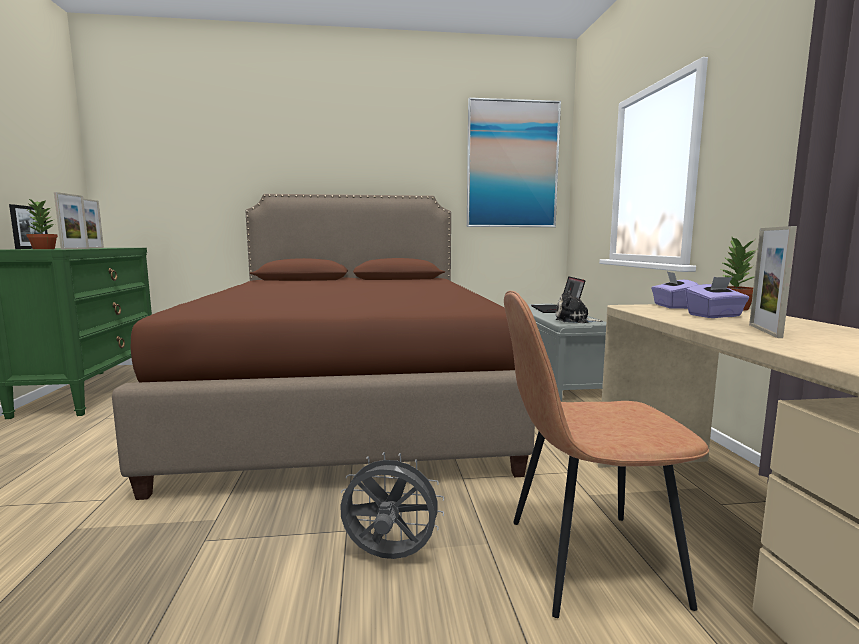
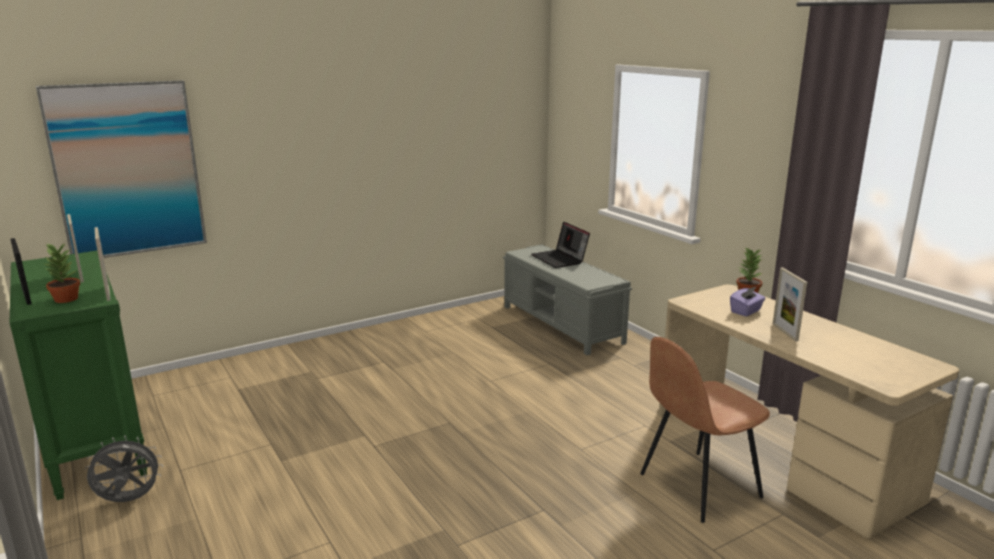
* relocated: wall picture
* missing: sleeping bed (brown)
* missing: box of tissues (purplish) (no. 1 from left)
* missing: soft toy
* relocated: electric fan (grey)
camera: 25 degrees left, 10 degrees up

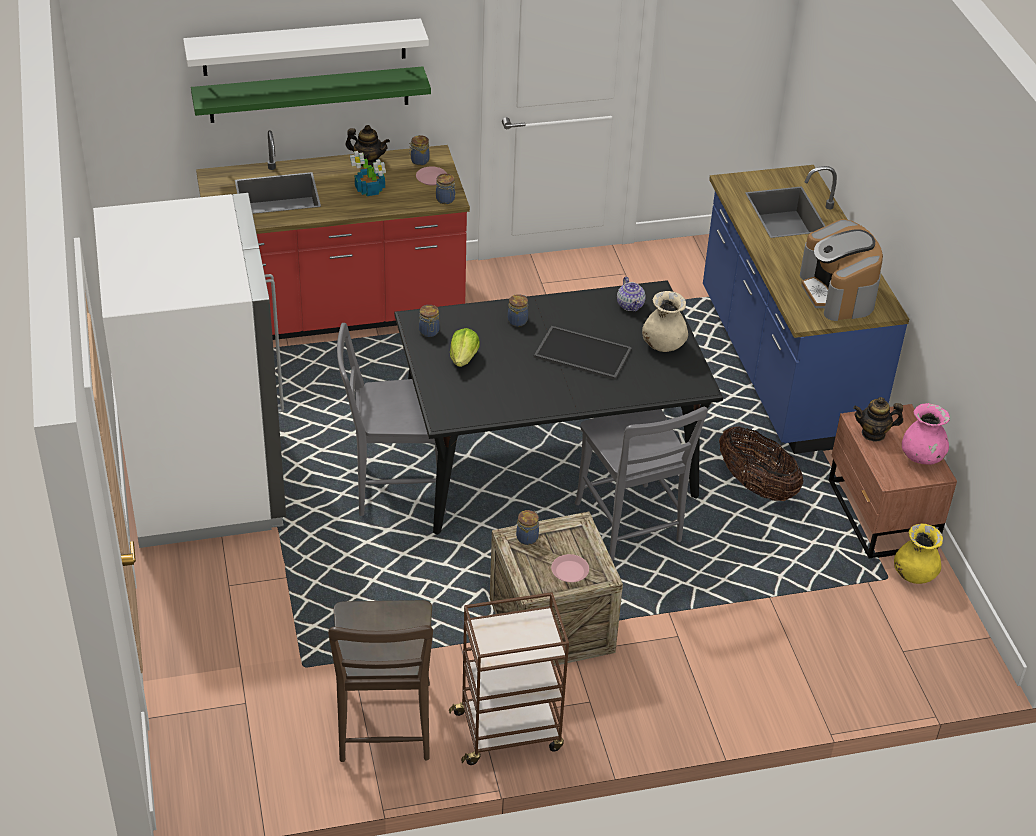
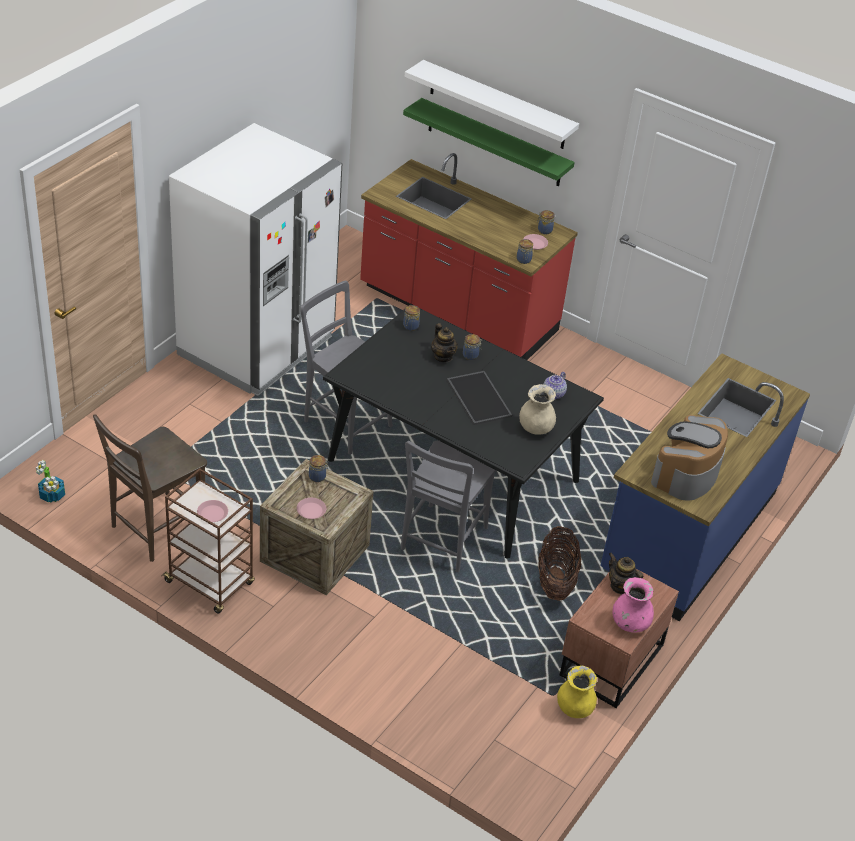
* relocated: pot for tea (no. 1 from left)
* relocated: plant in a pot
* missing: lettuce head
* appeared: dinner plate (pinkish) (no. 1 from left)
camera: 45 degrees right, 0 degrees up

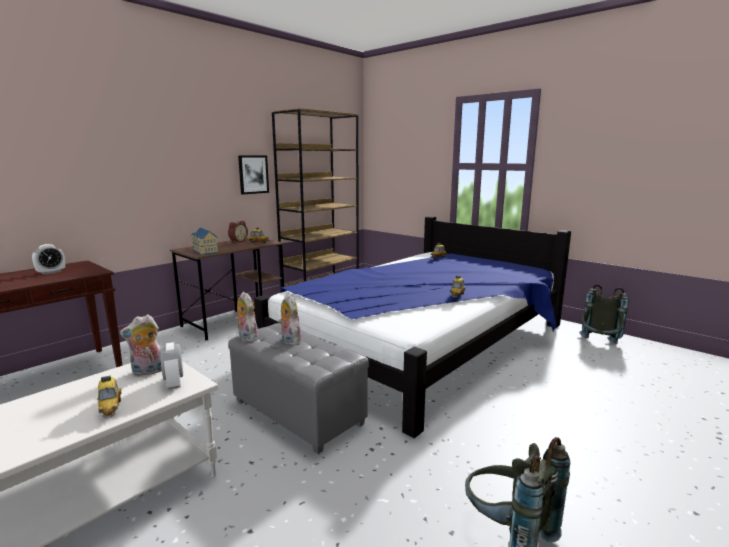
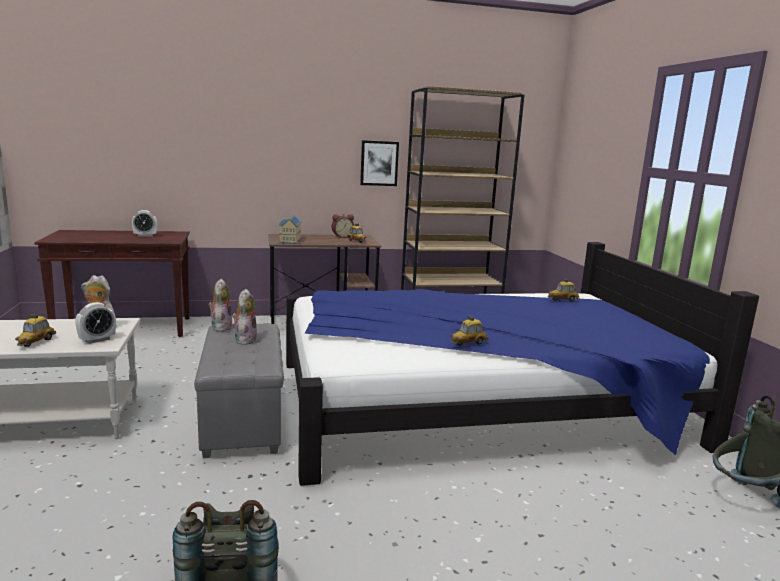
* spun: alarm clock (no. 2 from left in the first image) 150 degrees counterclockwise
camera: 35 degrees right, 0 degrees up

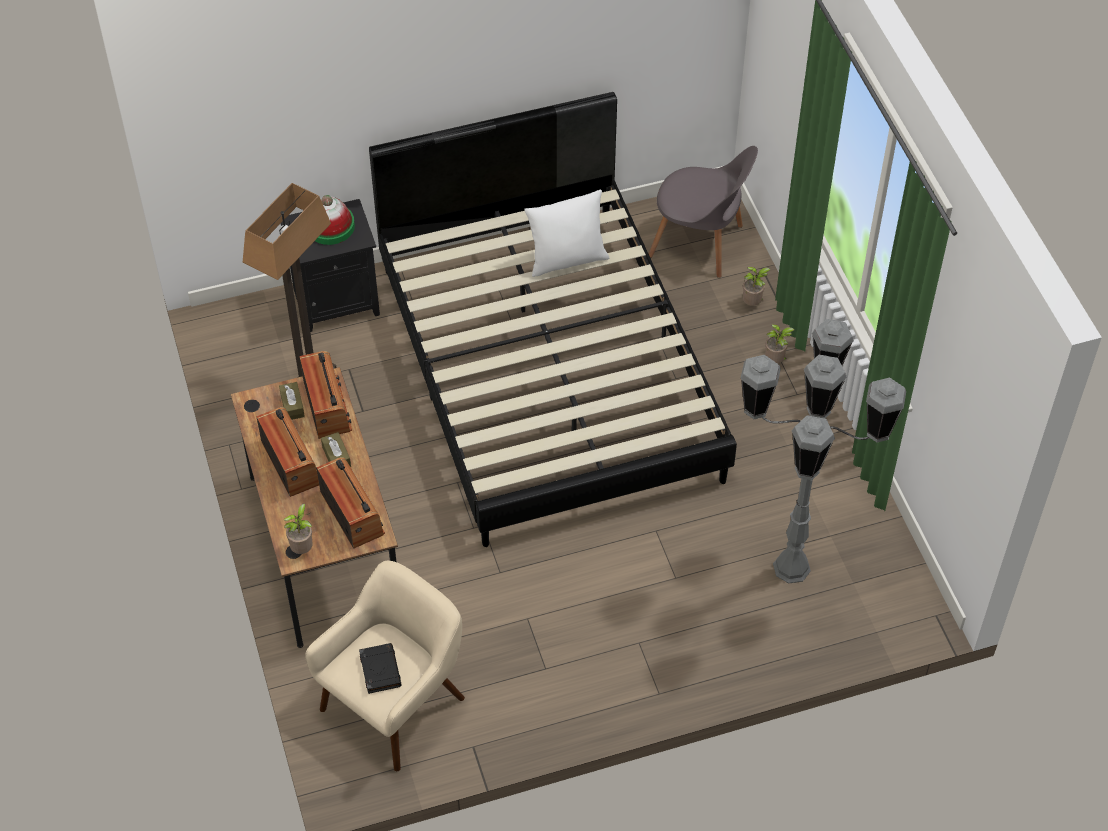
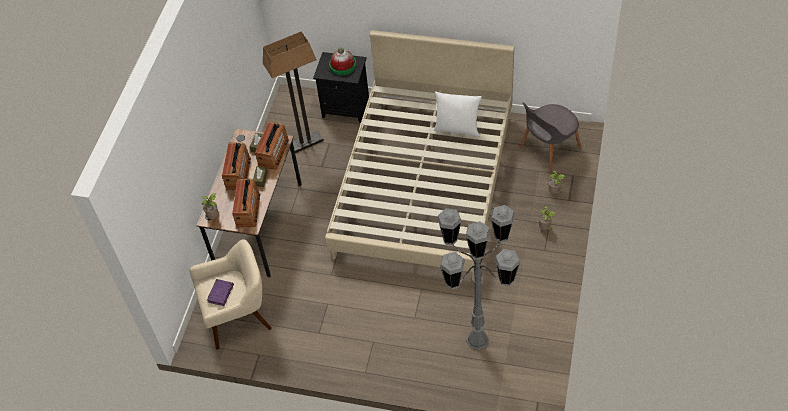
* colour: sleeping bed (black) to sleeping bed (beige-coloured)
* spun: upright chair (grey) 90 degrees clockwise
* colour: volume (black) to volume (purplish)
camera: 35 degrees right, 0 degrees up

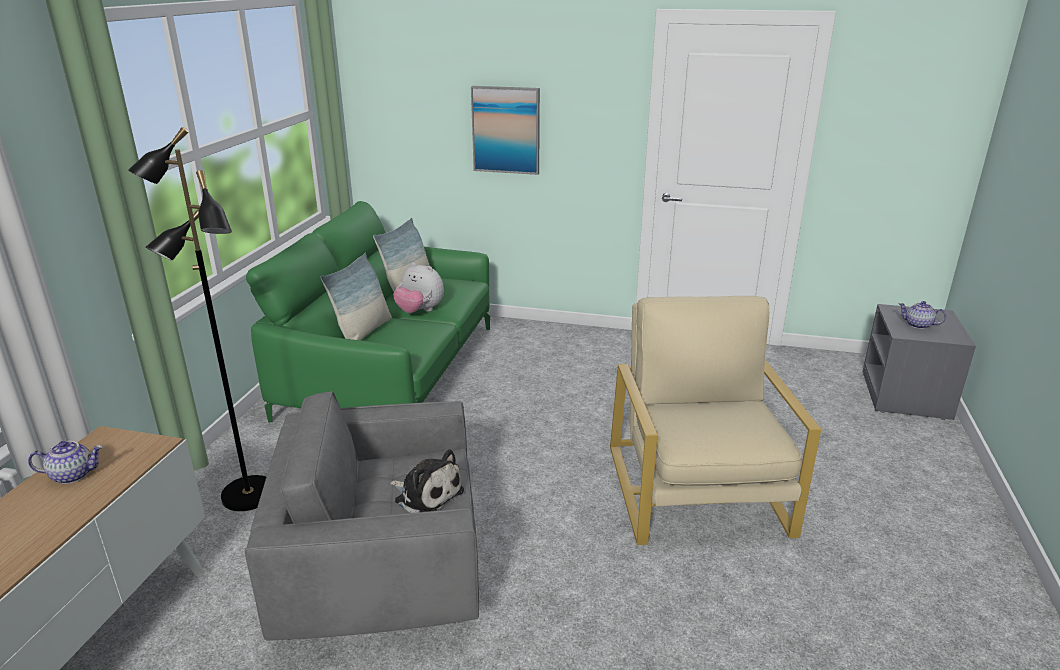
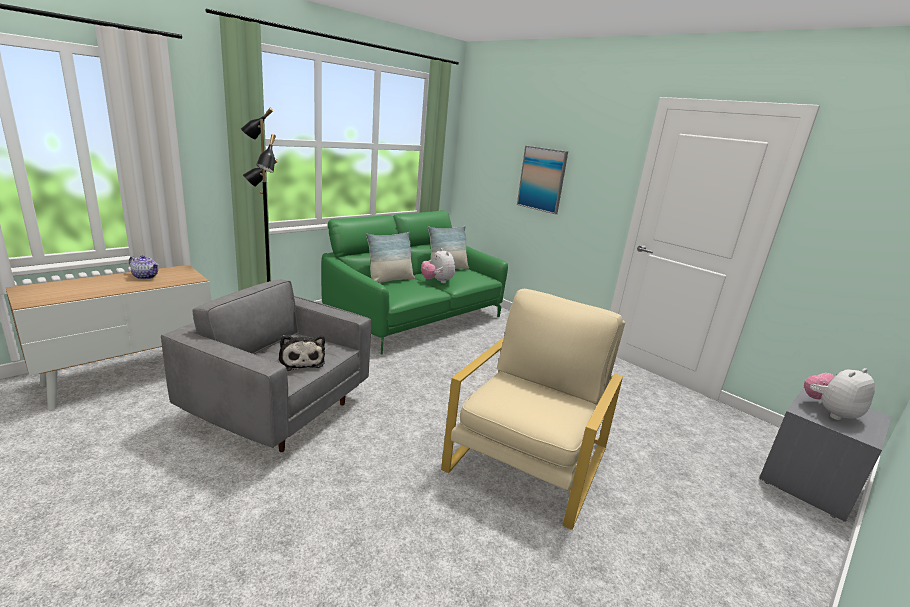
* exchanged: pot for tea (no. 2 from left) to soft toy (no. 3 from left)
camera: 30 degrees right, 5 degrees down

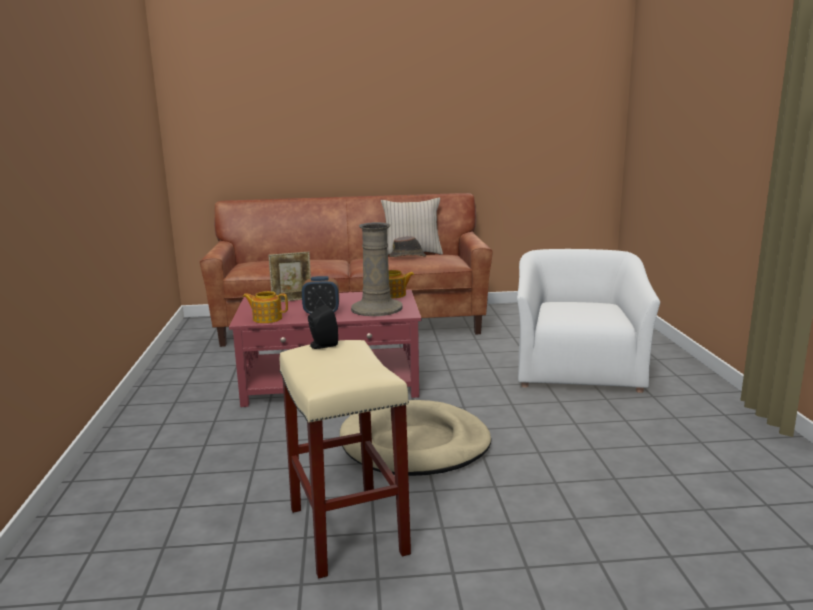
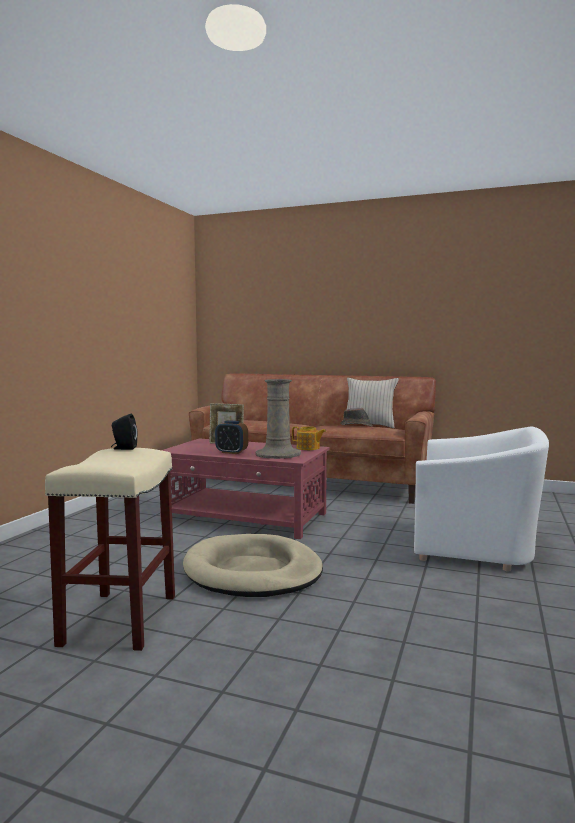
* spun: easy chair (white) 75 degrees clockwise
* missing: pot for tea (no. 1 from left)
camera: 25 degrees right, 10 degrees down

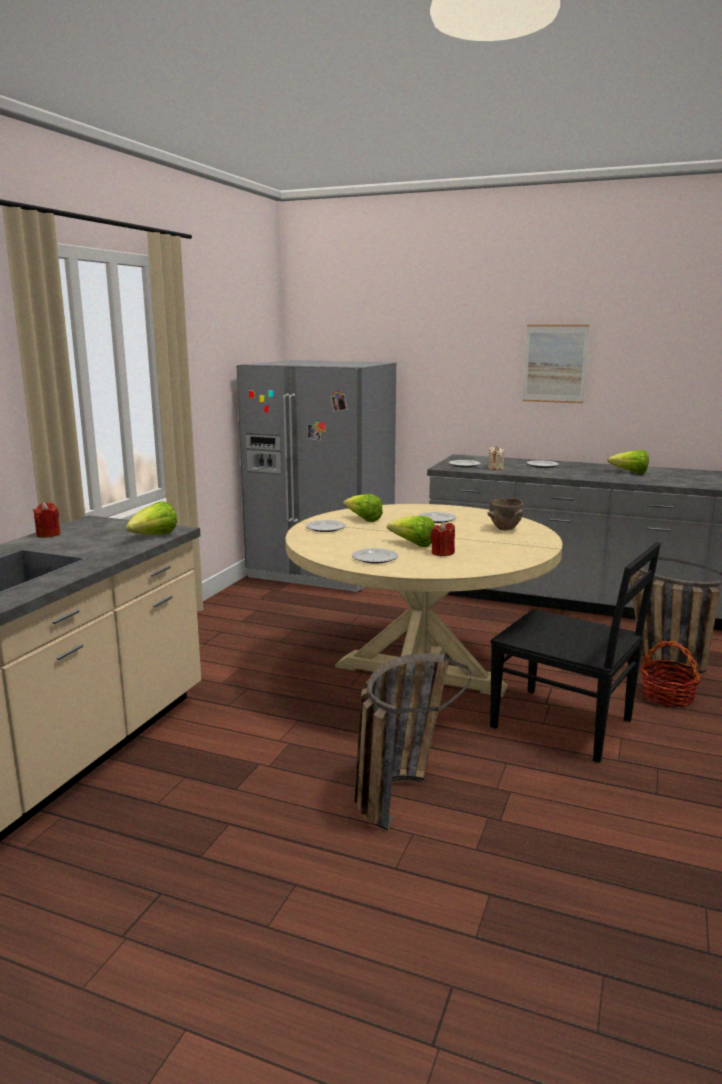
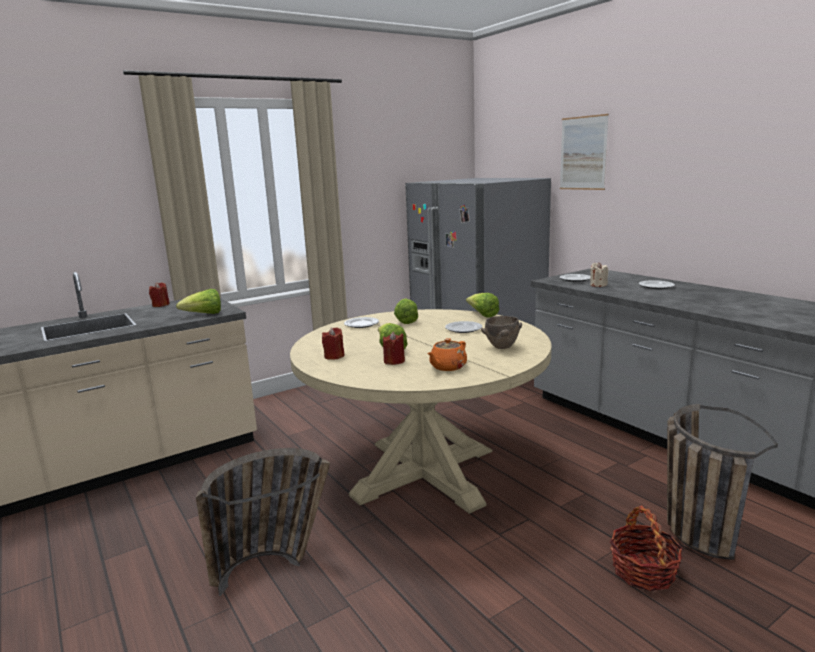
* relocated: wall picture
* relocated: lettuce head (no. 4 from left)
* missing: upright chair (black)
* exchanged: dinner plate (no. 2 from left) to wax candle (reddish) (no. 2 from left)
* appeared: pot for tea (orange)
camera: 35 degrees right, 0 degrees up

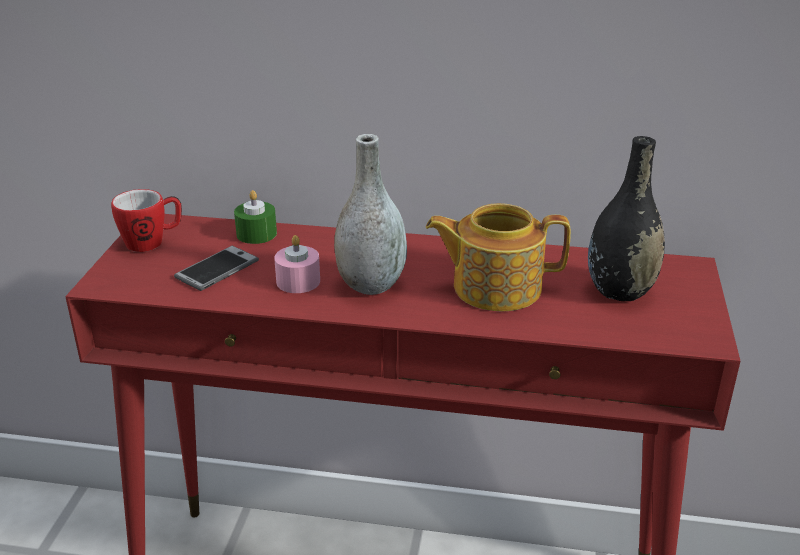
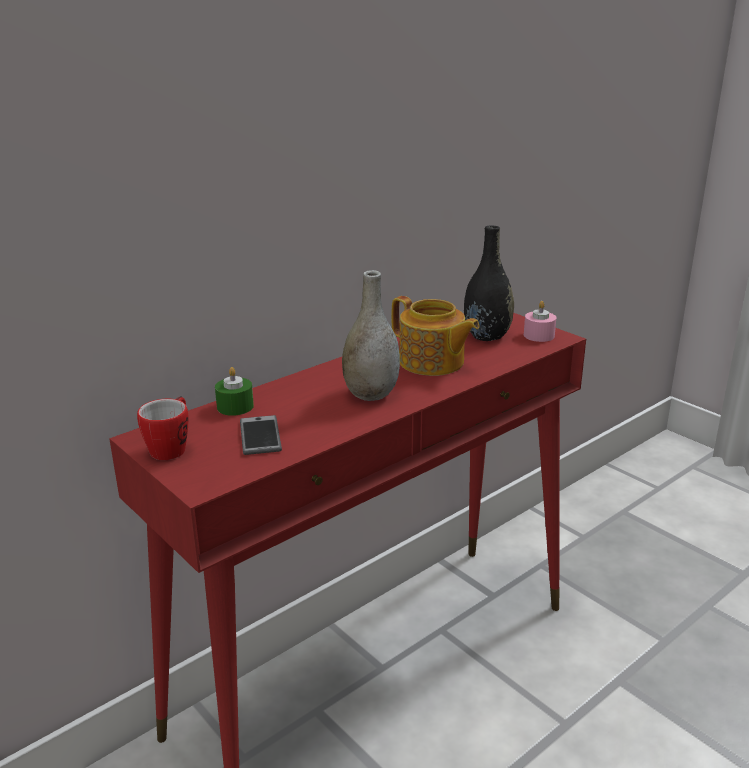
* spun: pot for tea 90 degrees counterclockwise
* relocated: wax candle (pinkish)
camera: 50 degrees left, 5 degrees down

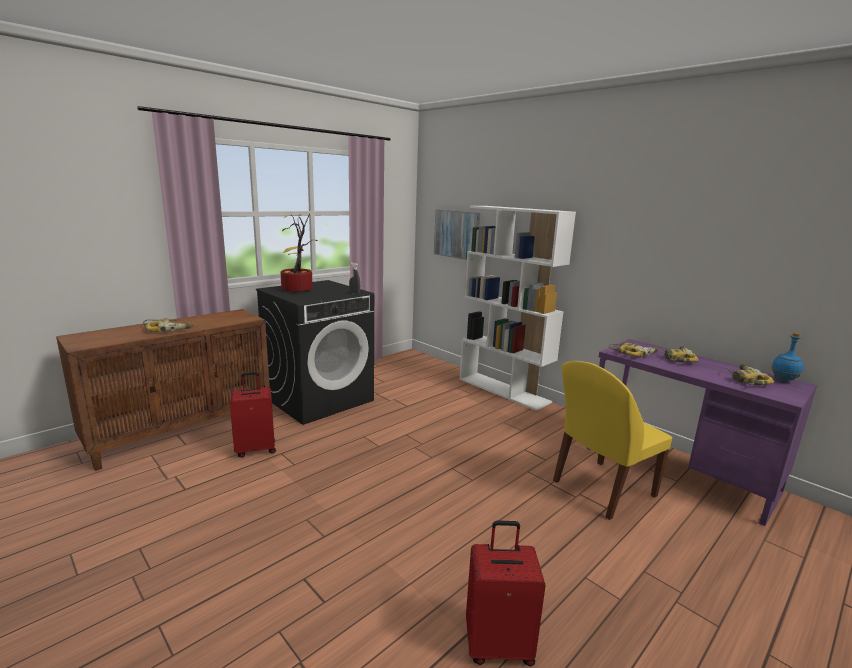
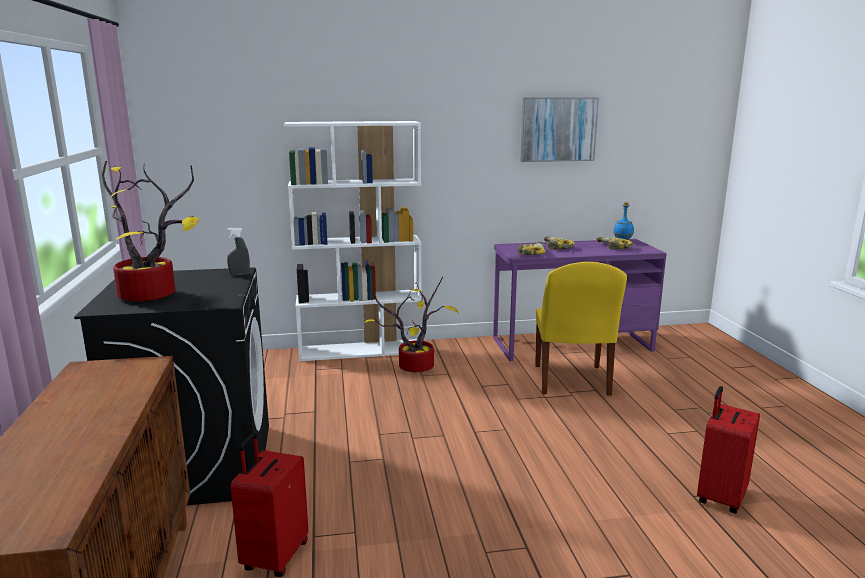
* relocated: wall picture
* missing: drill (no. 1 from left)
* appeared: plant in a pot (no. 2 from left)
camera: 55 degrees left, 0 degrees up

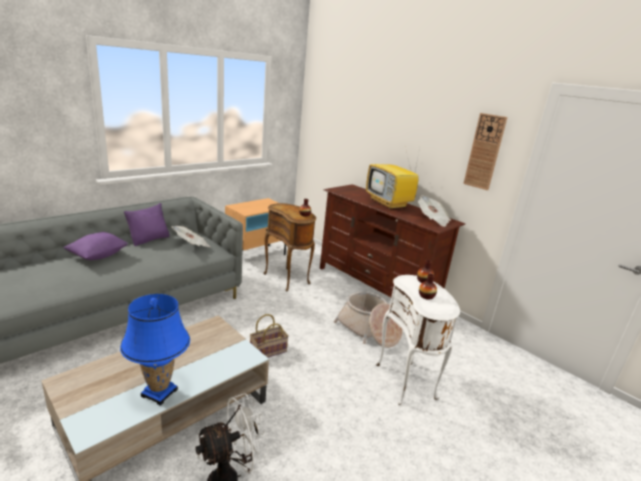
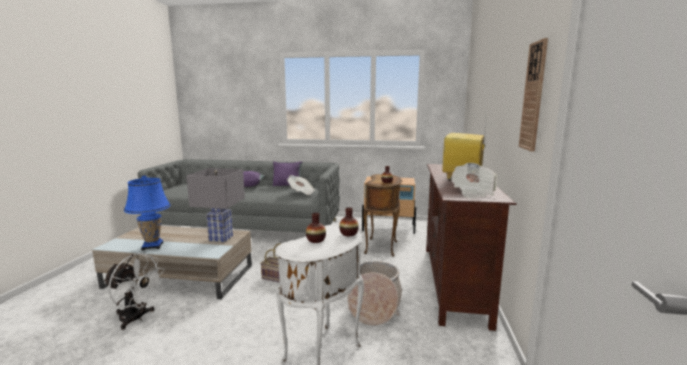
* appeared: tabletop lamp (grey)
camera: 55 degrees right, 10 degrees down

